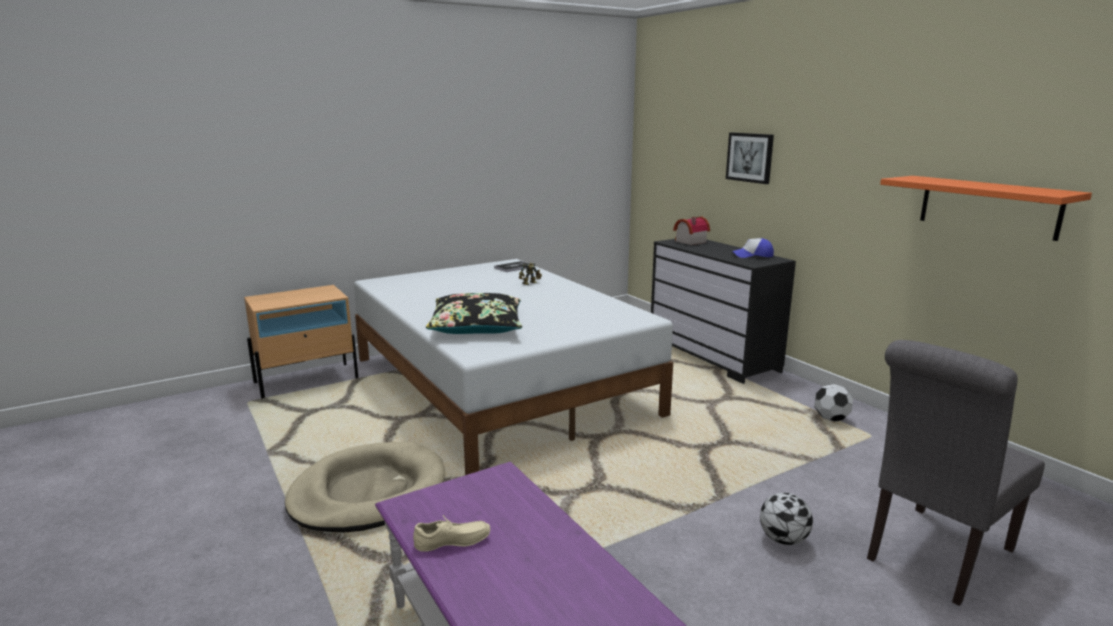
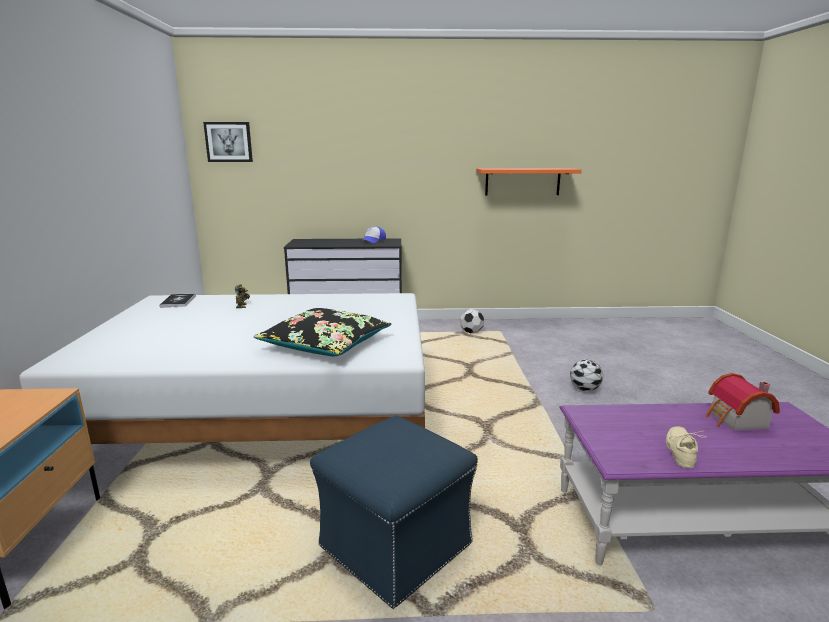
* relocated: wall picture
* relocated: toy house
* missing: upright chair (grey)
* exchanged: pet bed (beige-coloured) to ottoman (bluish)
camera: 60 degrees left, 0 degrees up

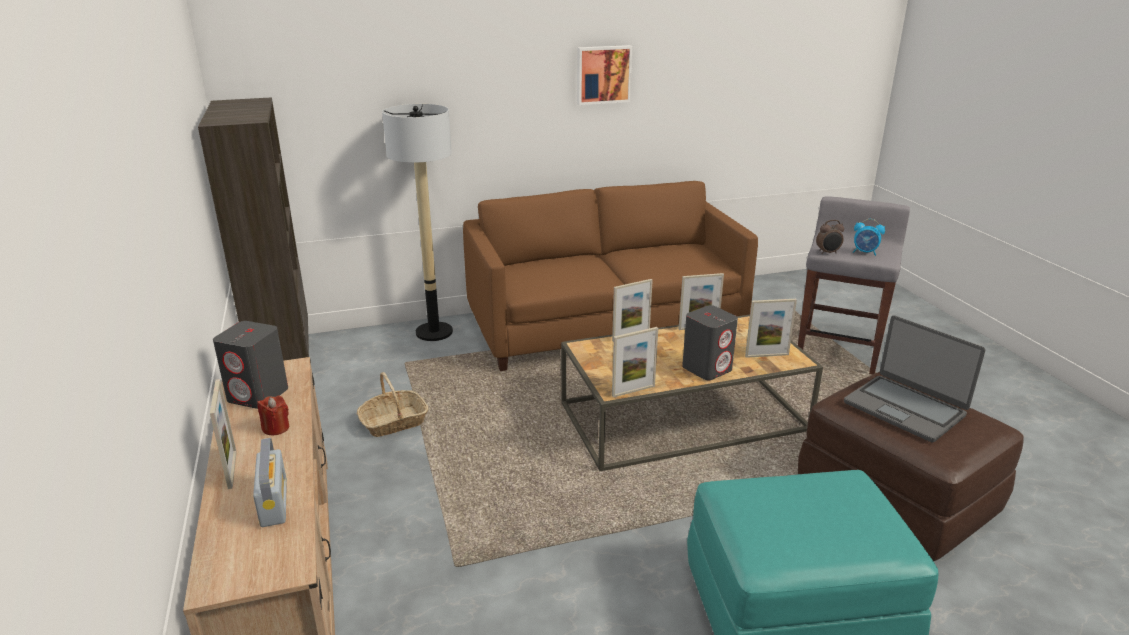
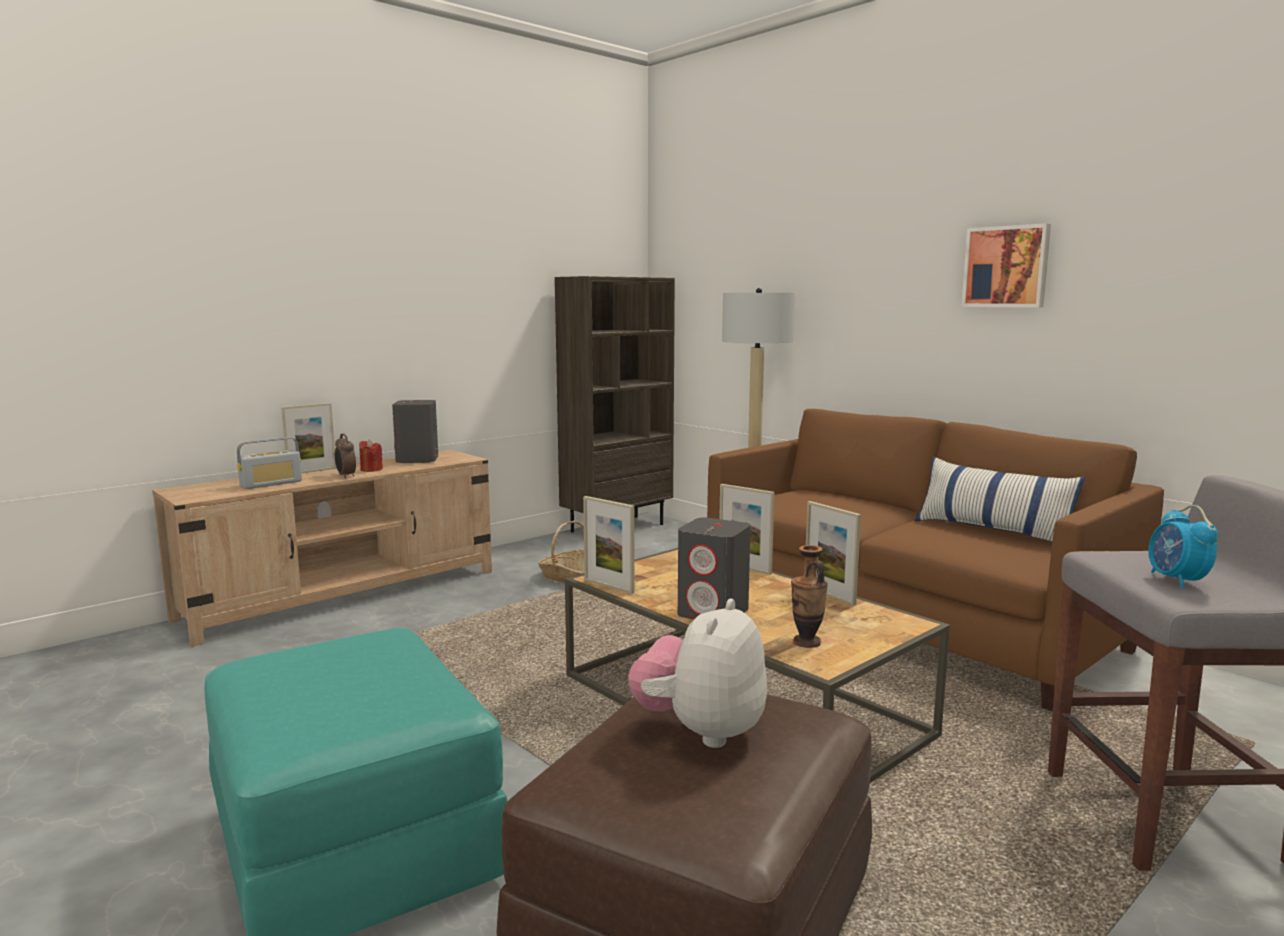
* relocated: alarm clock (no. 1 from left)
* exchanged: picture frame (no. 5 from left) to vase
* exchanged: portable computer to soft toy
* appeared: throw pillow
camera: 65 degrees right, 15 degrees down

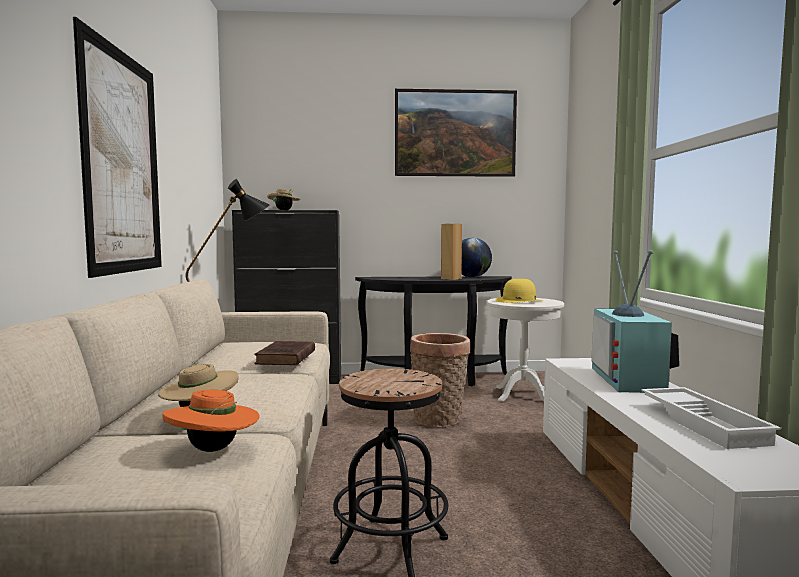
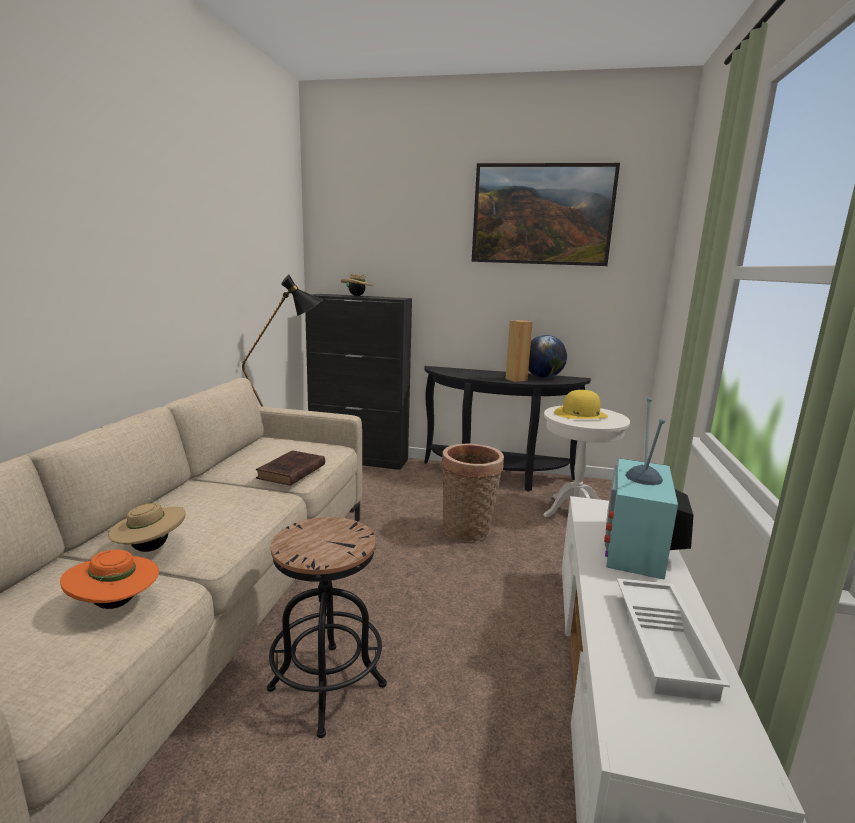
* missing: wall picture (no. 1 from left)
camera: 15 degrees right, 10 degrees up

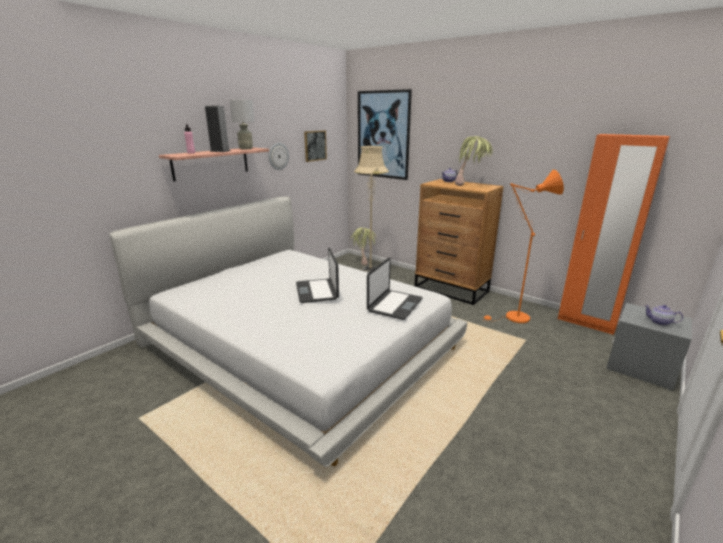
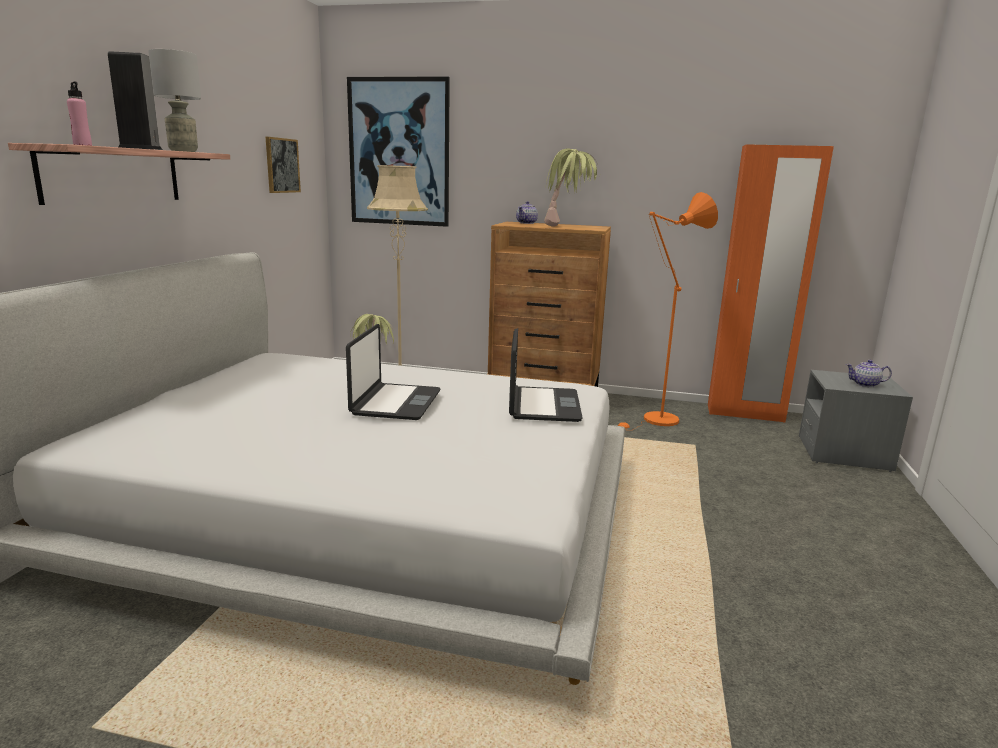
* missing: clock on the wall
* spun: portable computer (no. 1 from left) 135 degrees counterclockwise
camera: 25 degrees left, 5 degrees down

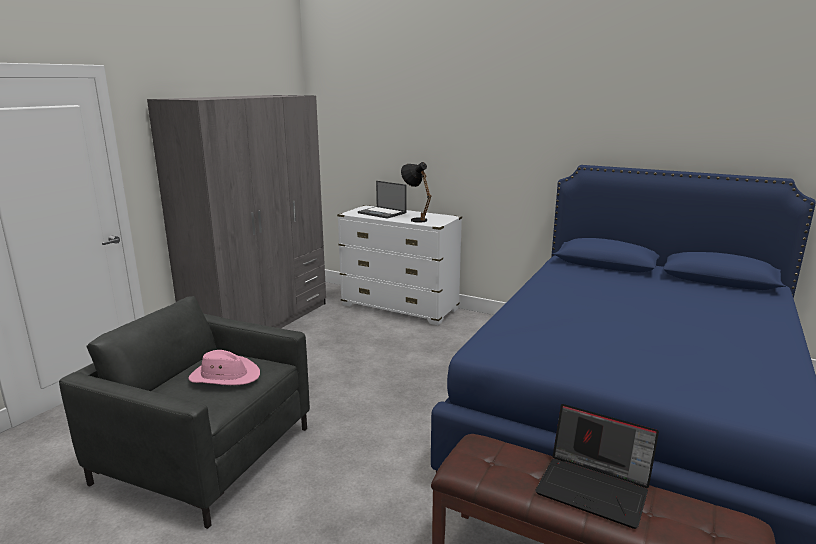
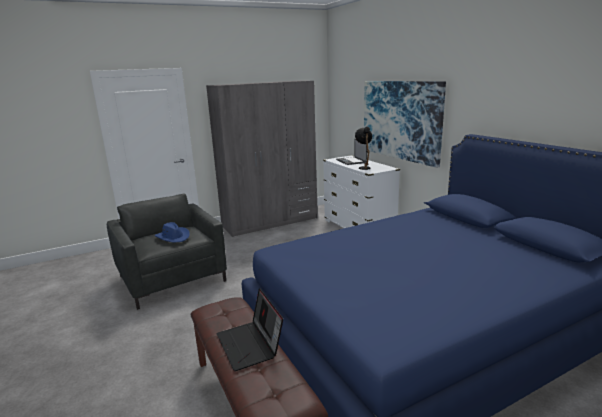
* colour: hat (pinkish) to hat (bluish)
* appeared: wall picture
camera: 35 degrees right, 0 degrees up

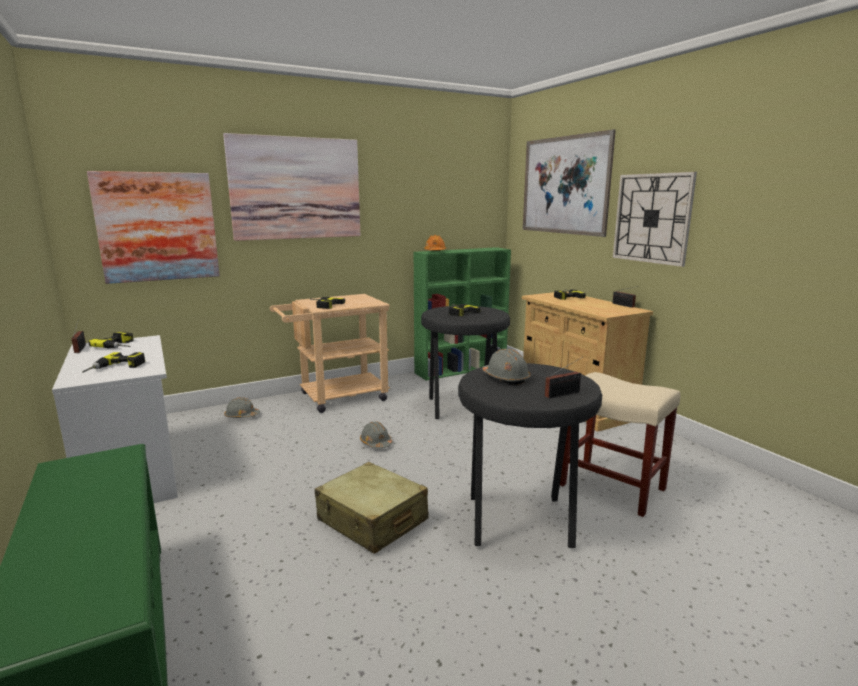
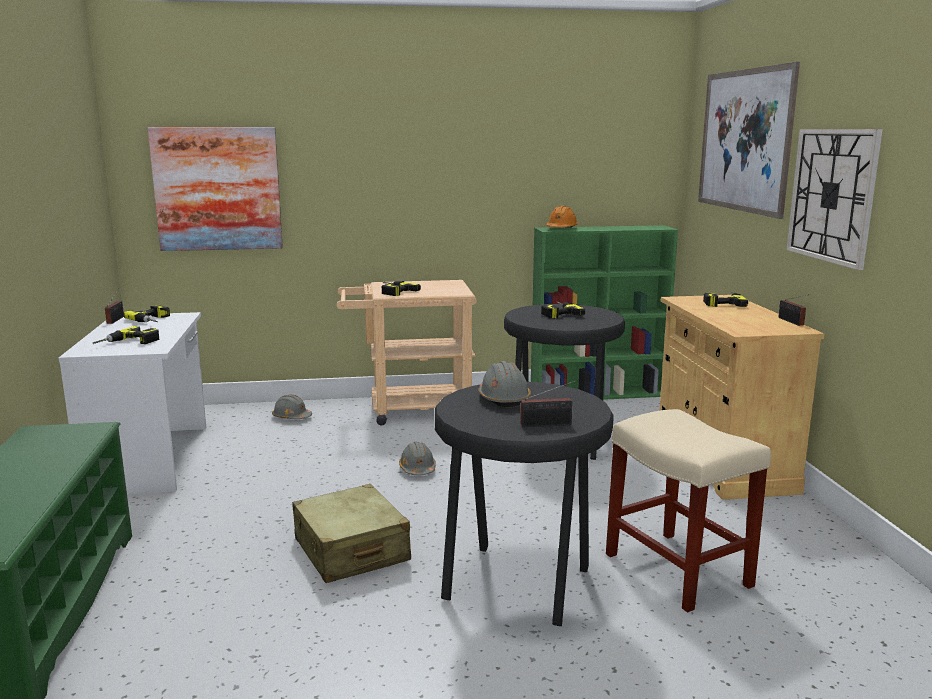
* missing: wall picture (no. 2 from left)
camera: 20 degrees right, 0 degrees up

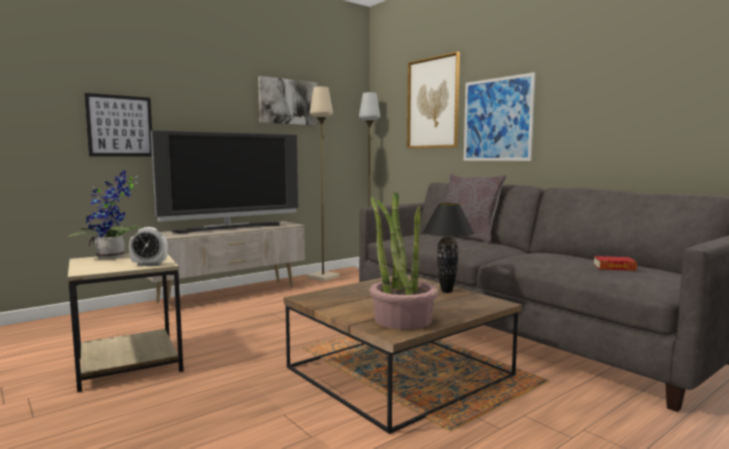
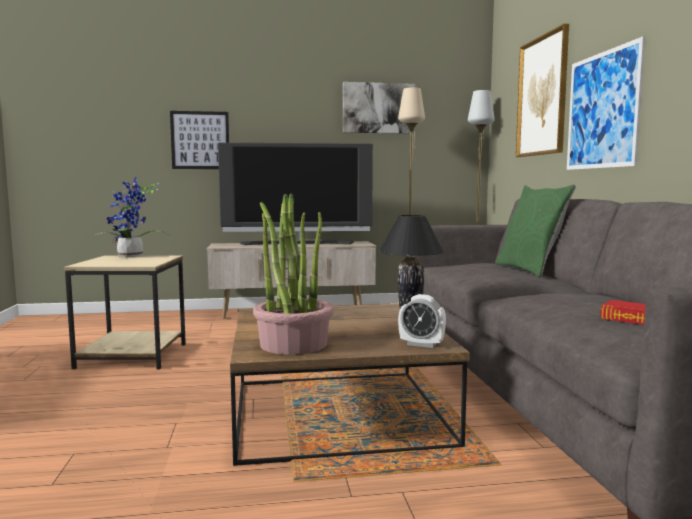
* colour: throw pillow (grey) to throw pillow (green-coloured)
* relocated: alarm clock
camera: 30 degrees right, 0 degrees up

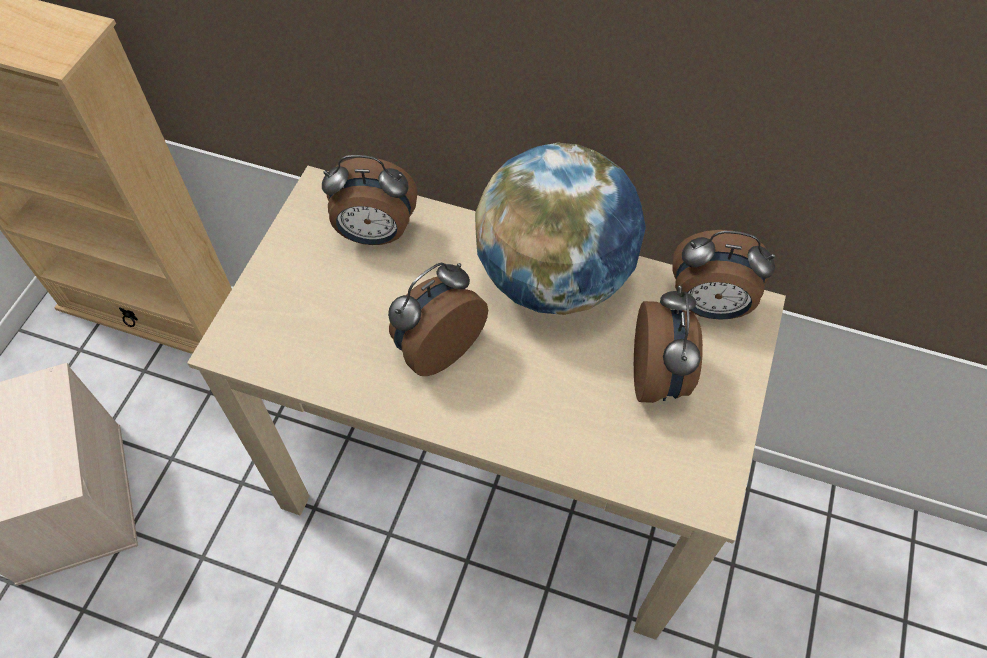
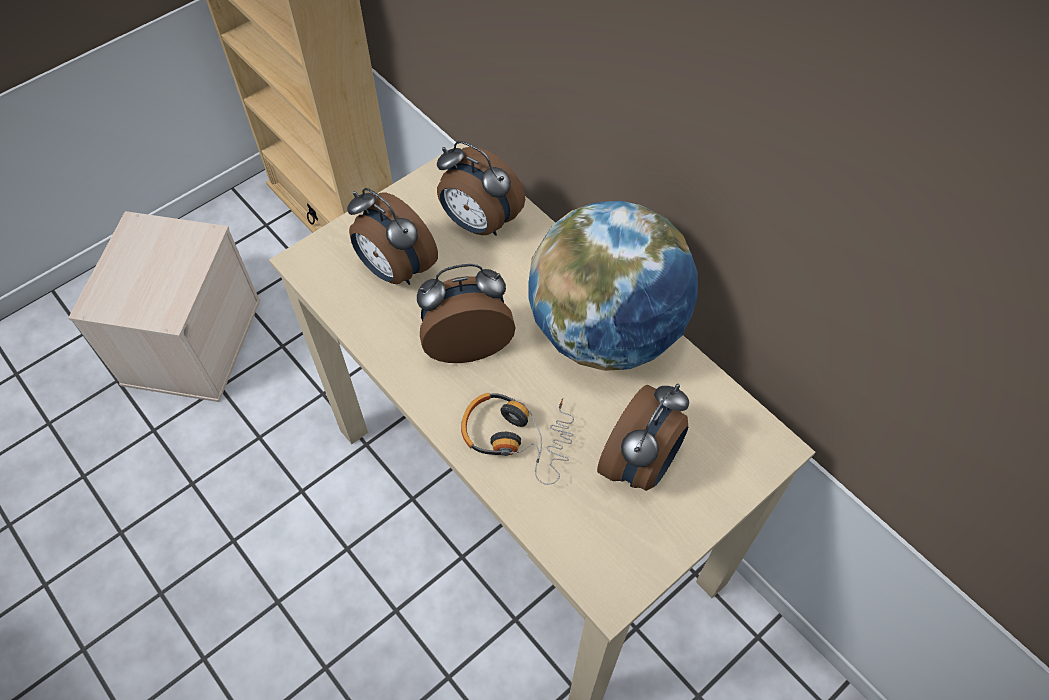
* relocated: alarm clock (no. 4 from left in the first image) to alarm clock (no. 1 from left)
* appeared: pair of headphones
camera: 30 degrees right, 0 degrees up

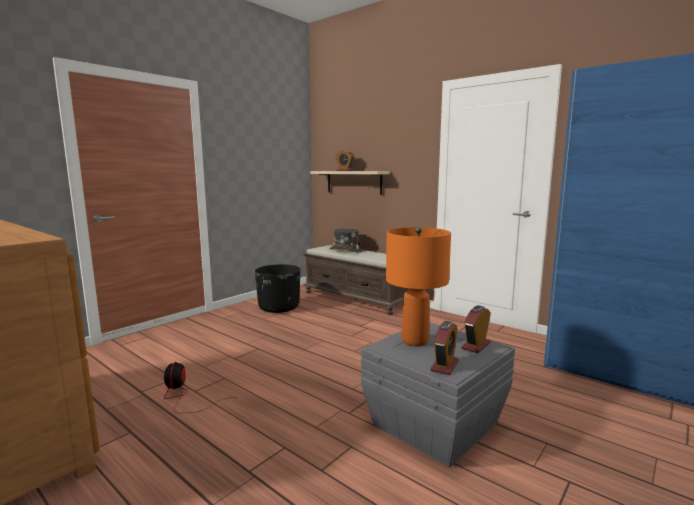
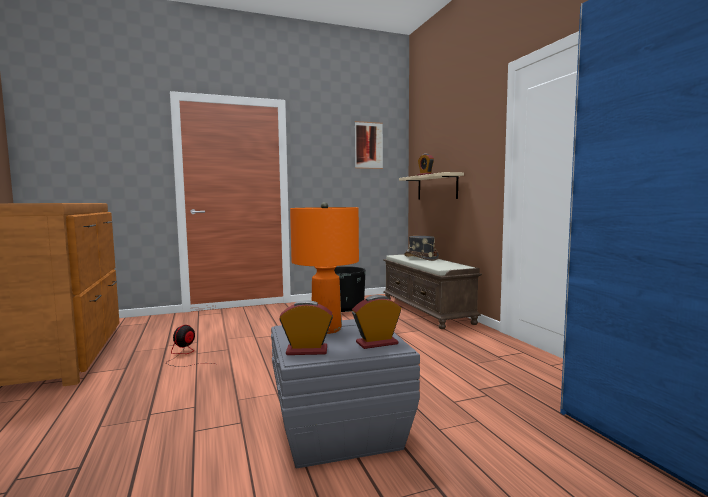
* spun: alarm clock (no. 2 from left in the first image) 150 degrees counterclockwise
* appeared: wall picture
camera: 30 degrees right, 5 degrees down

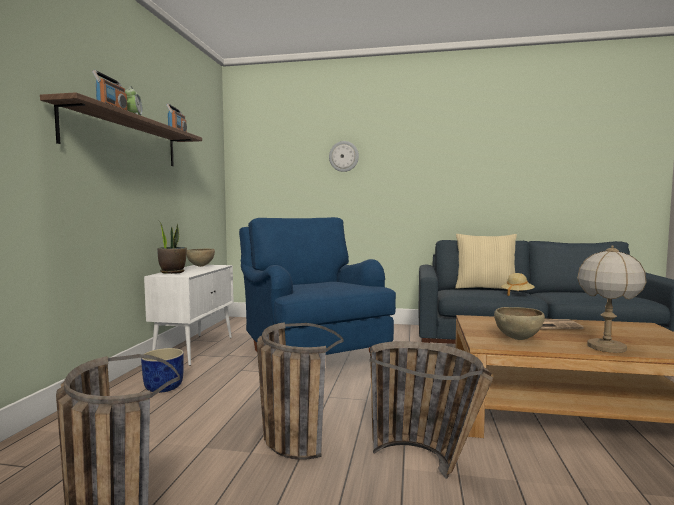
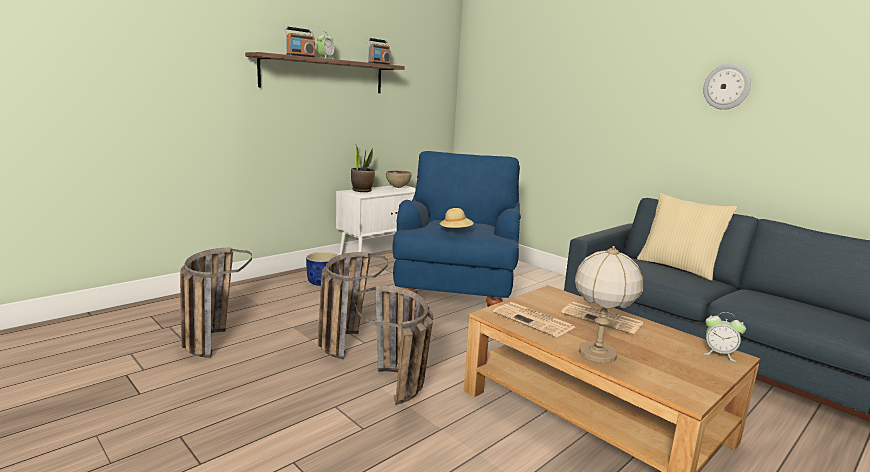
* relocated: clock on the wall
* relocated: hat (beige-coloured)
* exchanged: serving bowl (brown) (no. 2 from left) to printed paper (no. 1 from left)
* appeared: alarm clock (no. 2 from left)
camera: 35 degrees right, 10 degrees up

